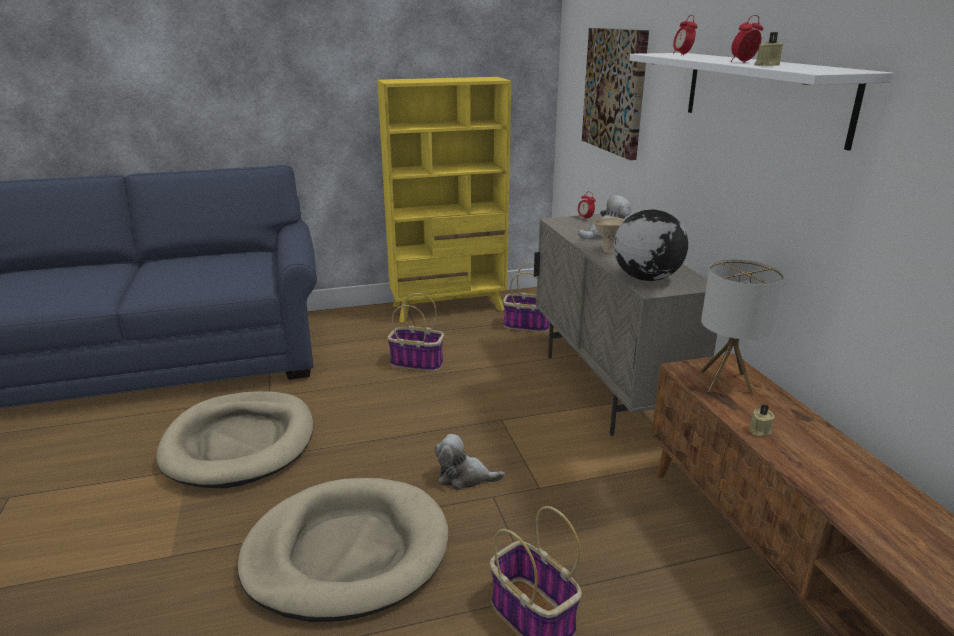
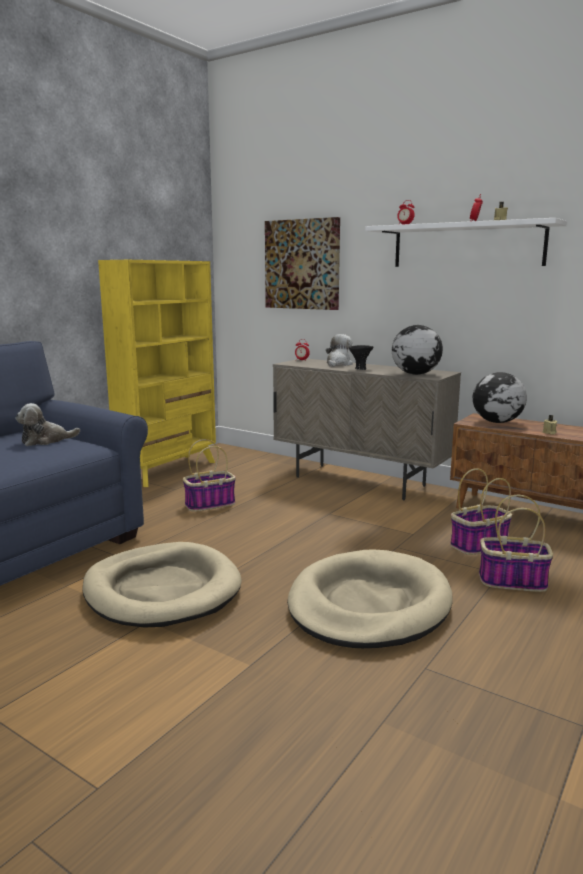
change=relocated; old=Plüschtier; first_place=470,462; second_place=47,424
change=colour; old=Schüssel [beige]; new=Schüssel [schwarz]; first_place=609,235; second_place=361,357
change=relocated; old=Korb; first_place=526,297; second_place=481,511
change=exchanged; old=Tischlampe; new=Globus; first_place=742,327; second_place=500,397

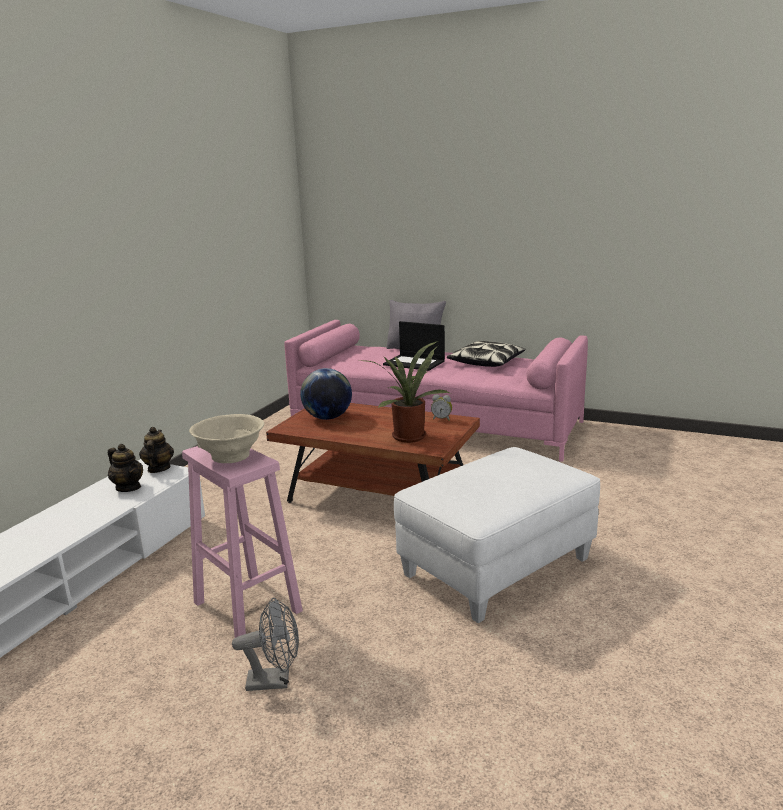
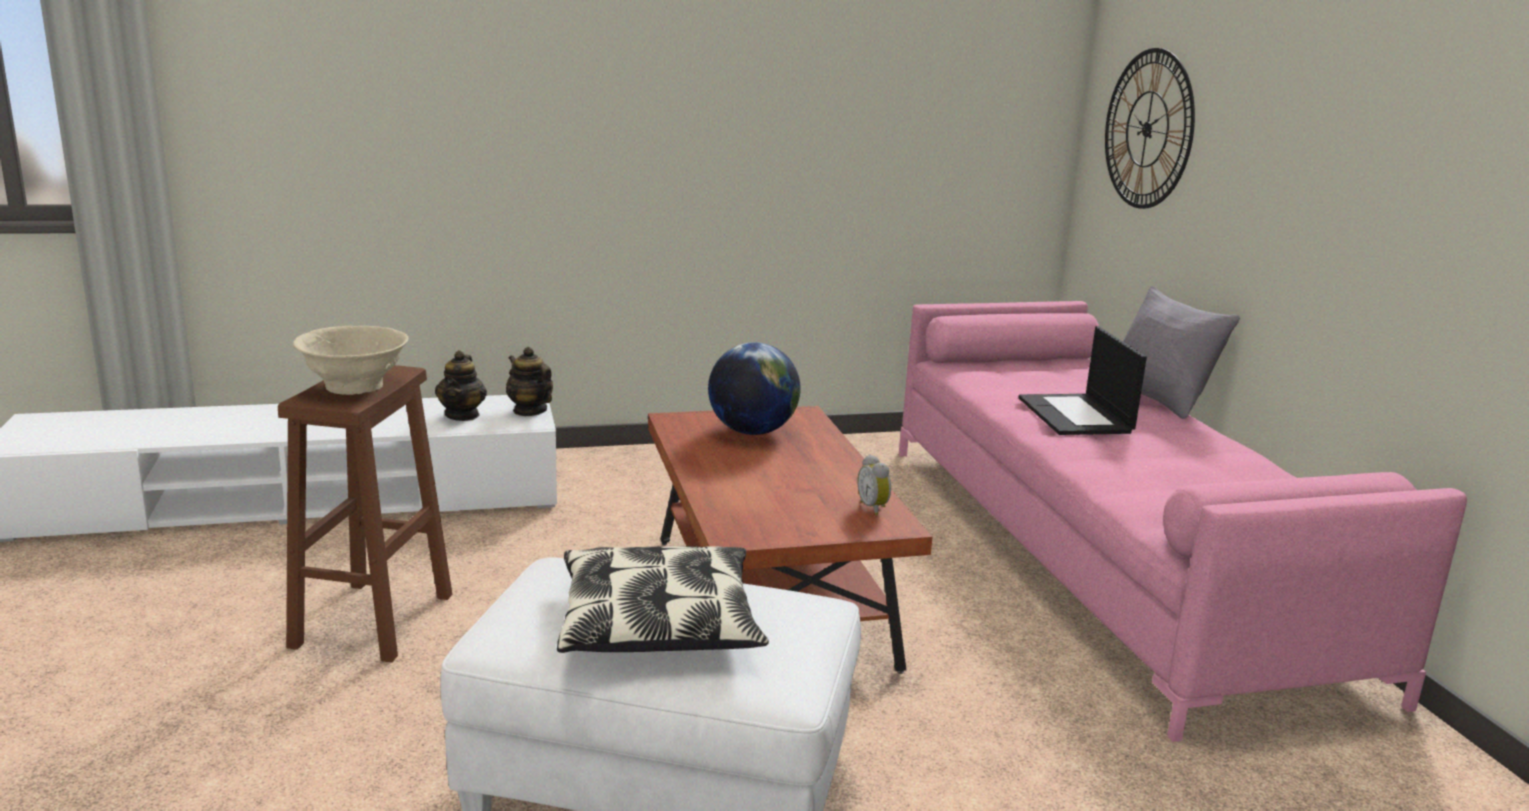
change=colour; old=Hocker [rosa]; new=Hocker [braun]; first_place=242,542; second_place=365,514
change=spun; old=Teekanne; first_place=156,450; second_place=529,381; degrees=-90
change=relocated; old=Kissen; first_place=486,354; second_place=663,599
change=appeared; new=Wanduhr; second_place=1150,128
change=missing; old=Ventilator [grau]; first_place=265,644
change=missing; old=Topfpflanze; first_place=406,392

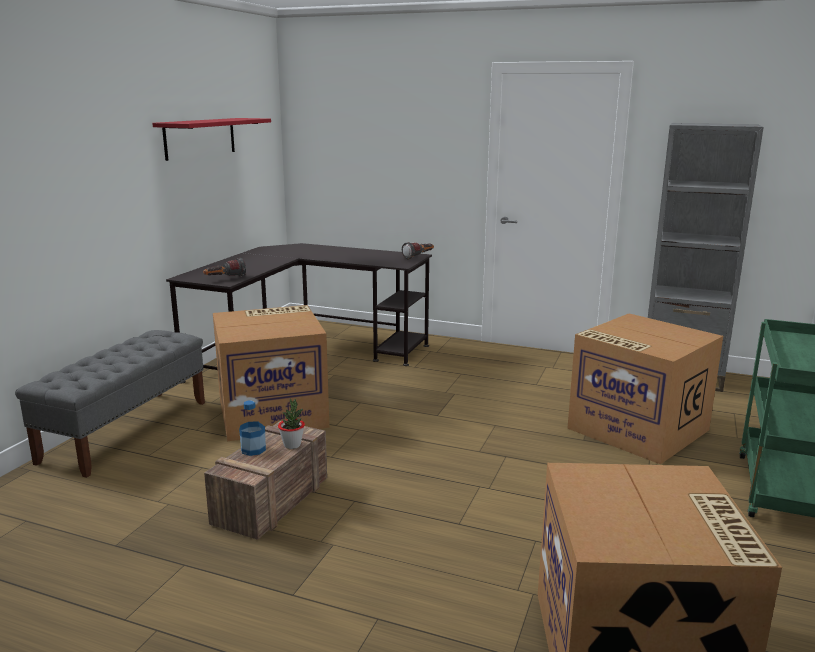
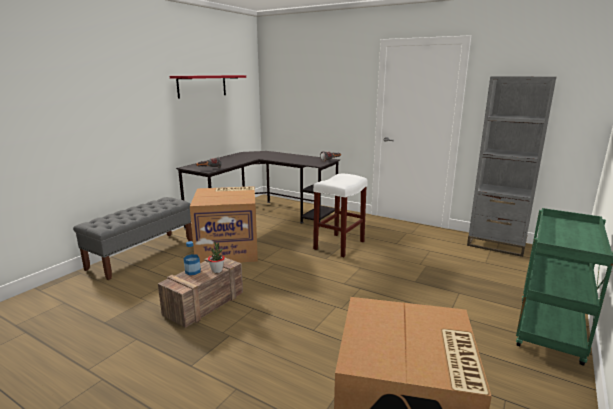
change=appeared; new=Hocker [weiß]; second_place=340,215
change=missing; old=Karton; first_place=645,389

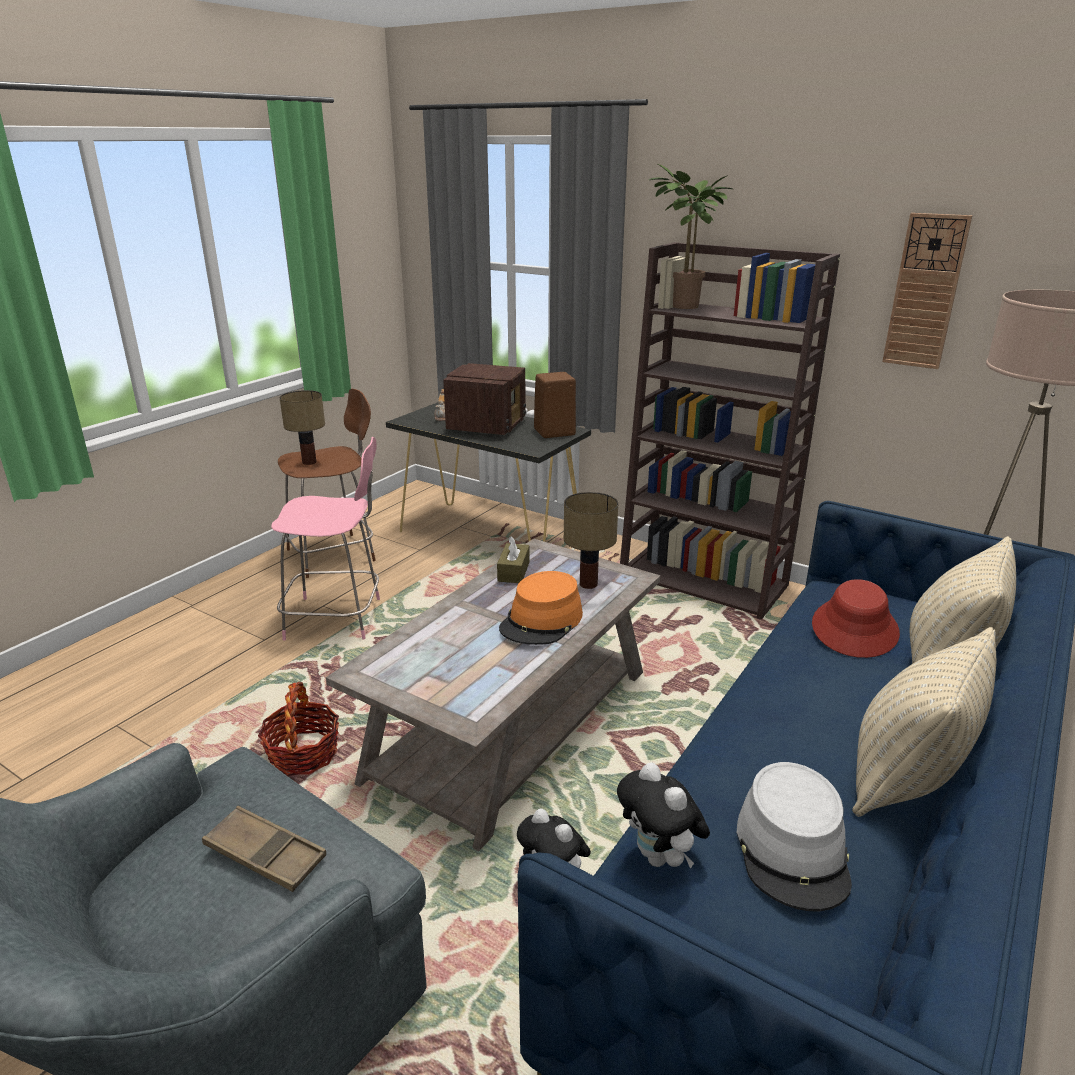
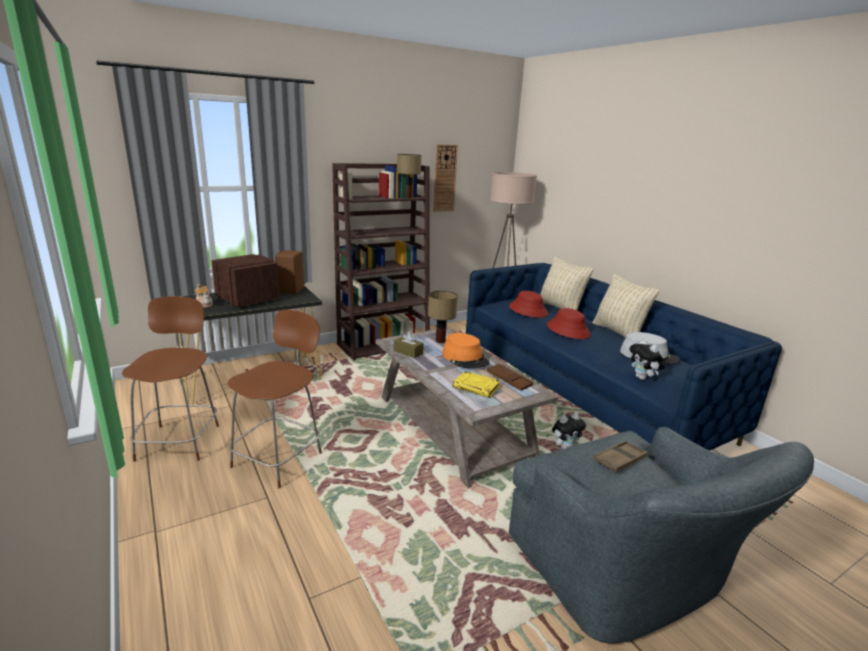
change=colour; old=Hocker [rosa]; new=Hocker [braun]; first_place=325,538; second_place=274,399
change=relocated; old=Tischlampe; first_place=302,427; second_place=409,176
change=appeared; new=Buch [gelb]; second_place=476,384
change=appeared; new=Tablett [braun]; second_place=509,377
change=appeared; new=Hut [rot]; second_place=569,323
change=spun; old=Plüschtier; first_place=663,815; second_place=647,359; degrees=75
change=missing; old=Korb; first_place=298,729
change=missing; old=Topfpflanze; first_place=690,236

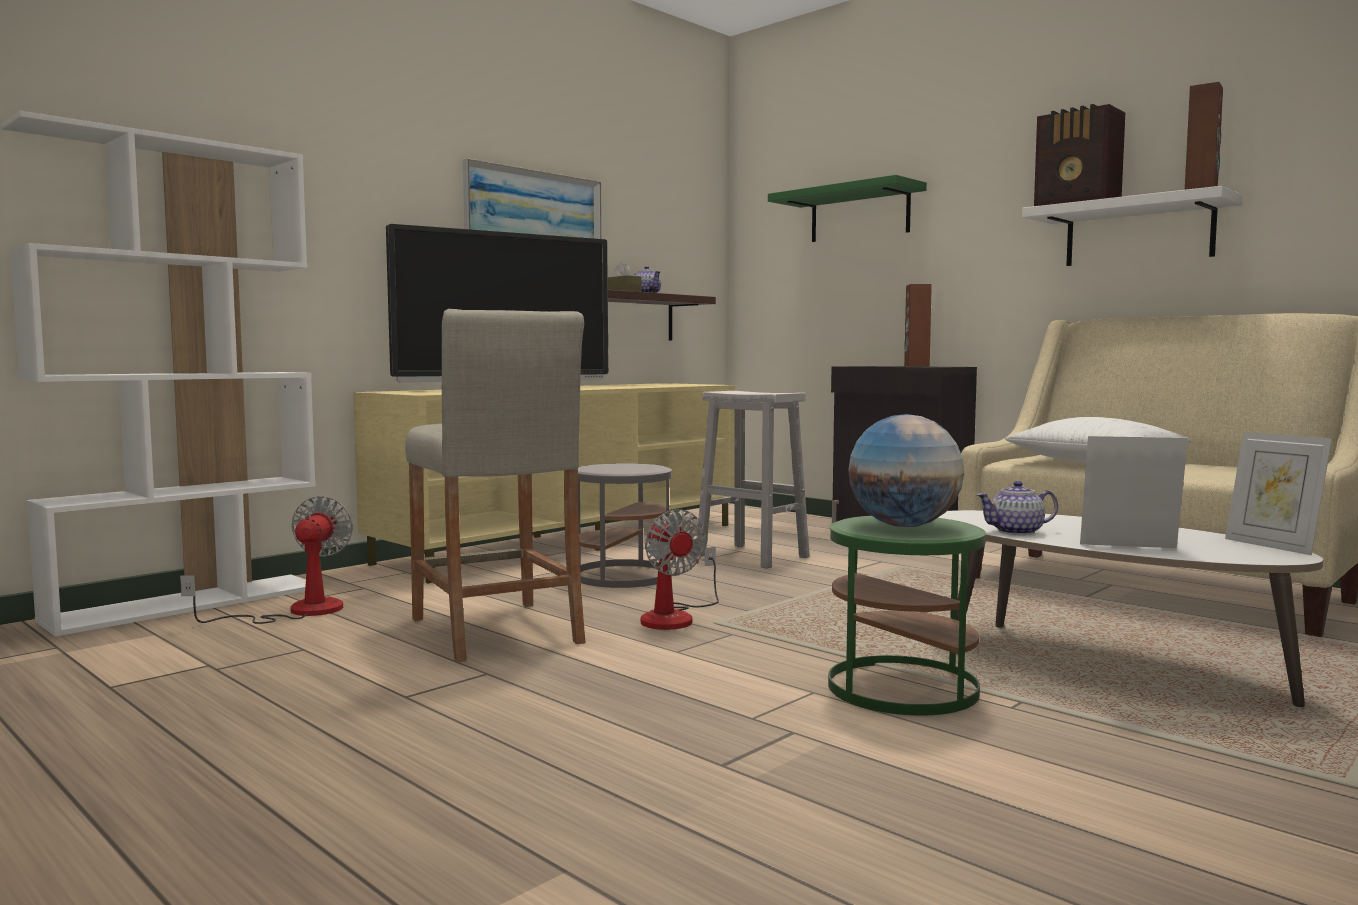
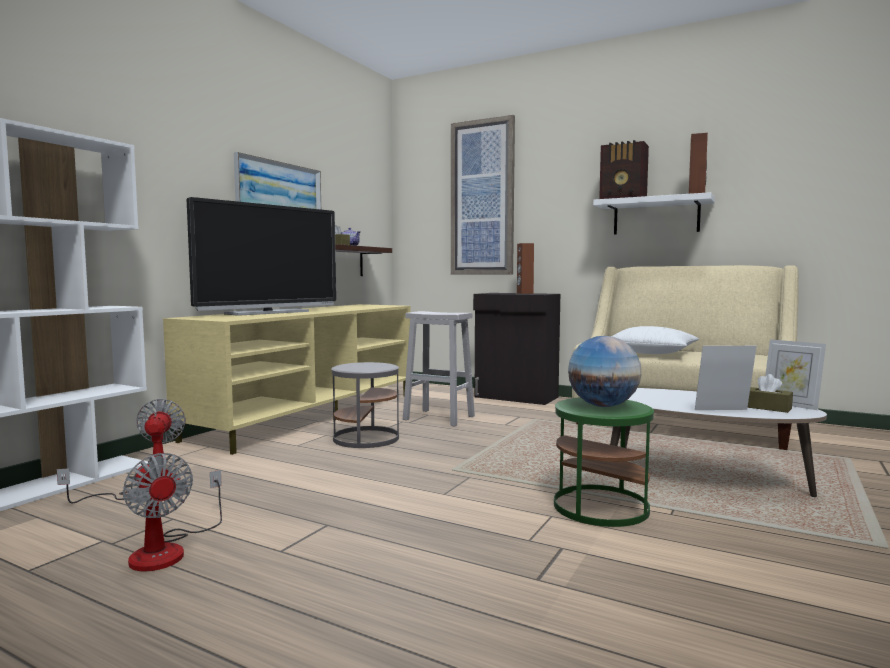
change=relocated; old=Ventilator; first_place=679,569; second_place=172,512
change=exchanged; old=Wandregal [grün]; new=Bild; first_place=847,208; second_place=483,194
change=appeared; new=Taschentuchbox [braun]; second_place=770,393
change=missing; old=Hocker [beige]; first_place=495,486
change=missing; old=Teekanne; first_place=1017,508

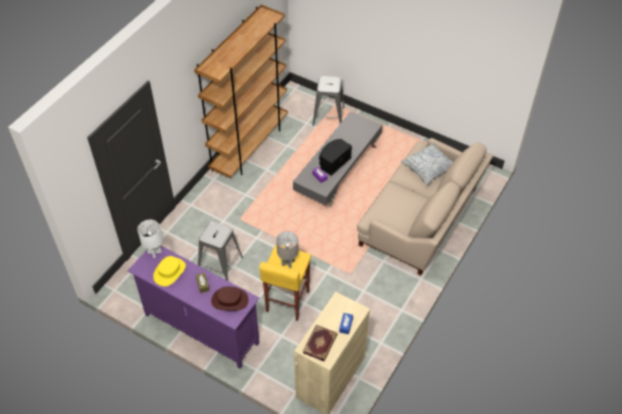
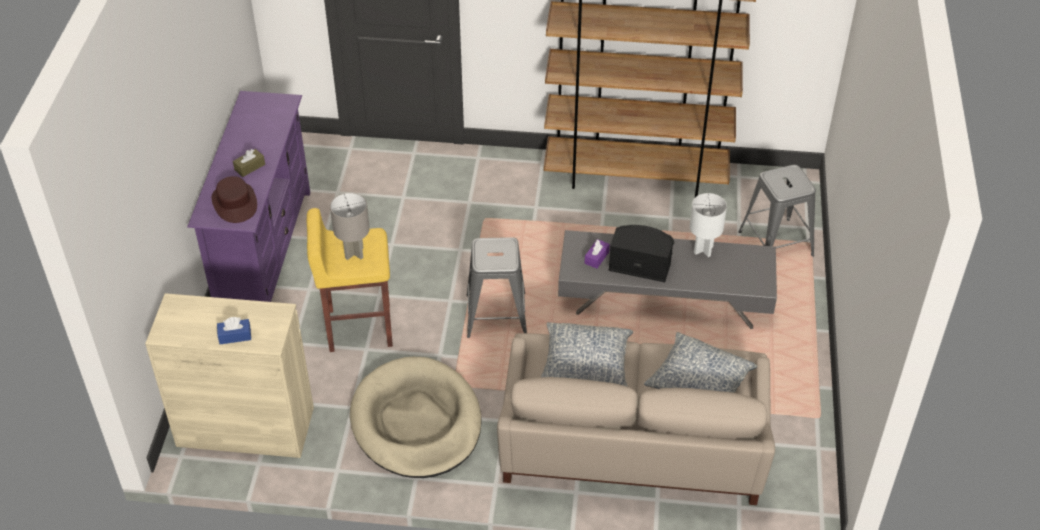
change=appeared; new=Hundebett [beige]; second_place=416,417
change=relocated; old=Hocker [grau]; first_place=220,251; second_place=497,287
change=appeared; new=Kissen; second_place=587,354
change=relocated; old=Tischlampe [weiß]; first_place=150,239; second_place=708,225
change=missing; old=Hut [gelb]; first_place=169,271
change=missing; old=Buch; first_place=320,343

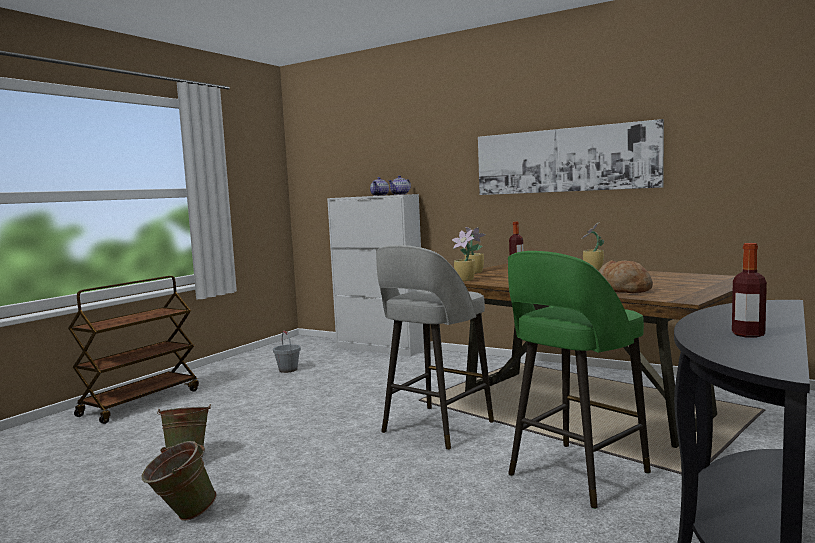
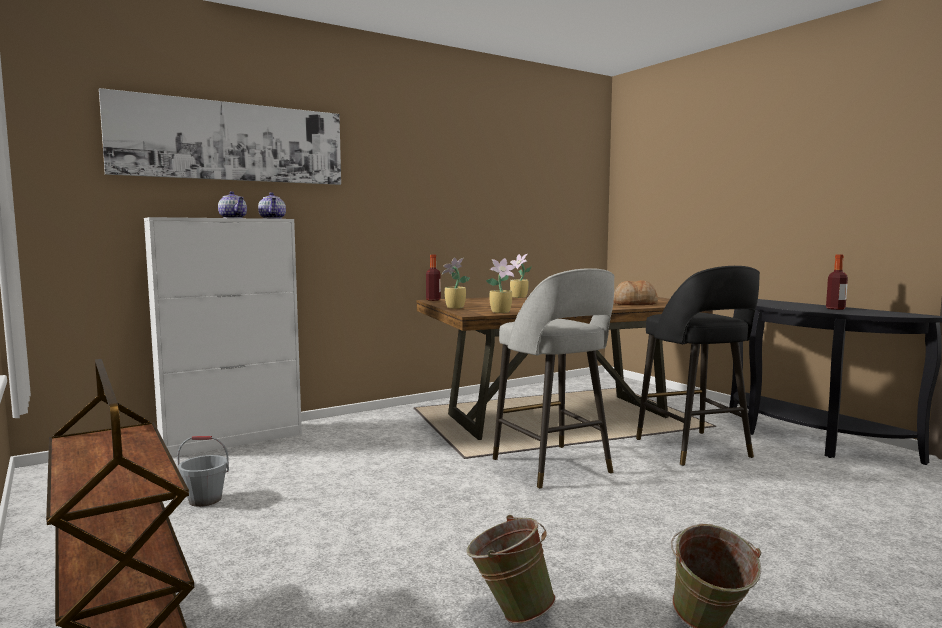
change=relocated; old=Bild; first_place=571,157; second_place=220,136
change=colour; old=Hocker [grün]; new=Hocker [schwarz]; first_place=579,380; second_place=698,366

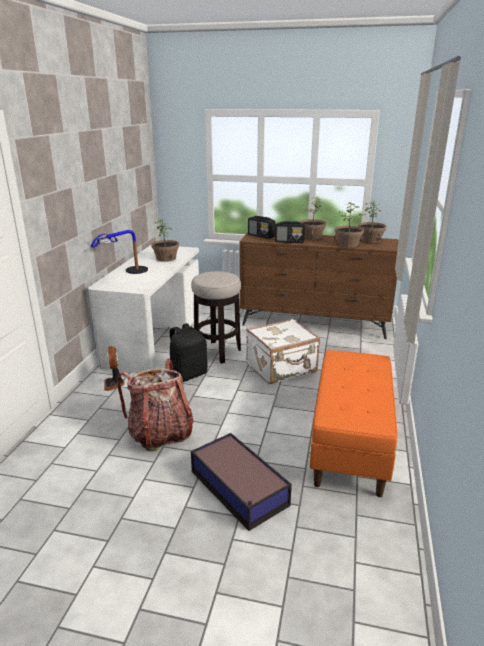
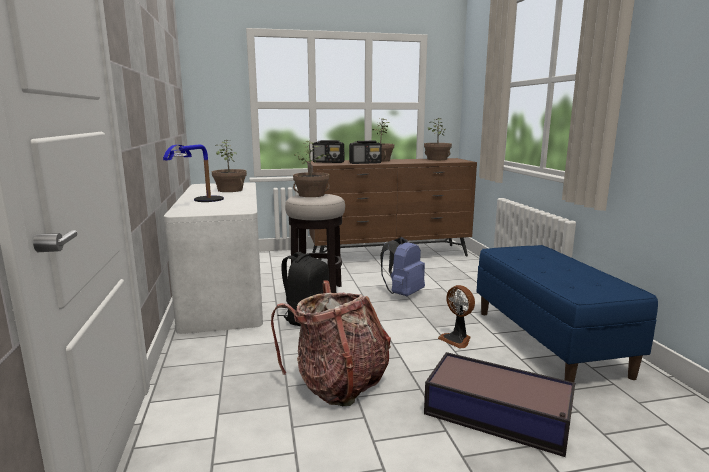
change=relocated; old=Topfpflanze; first_place=349,225; second_place=311,169
change=exchanged; old=Koffer [weiß]; new=Rucksack [blau]; first_place=283,351; second_place=402,266
change=relocated; old=Ventilator; first_place=114,368; second_place=456,316
change=colour; old=Bank [orange]; new=Bank [blau]; first_place=353,423; second_place=567,313

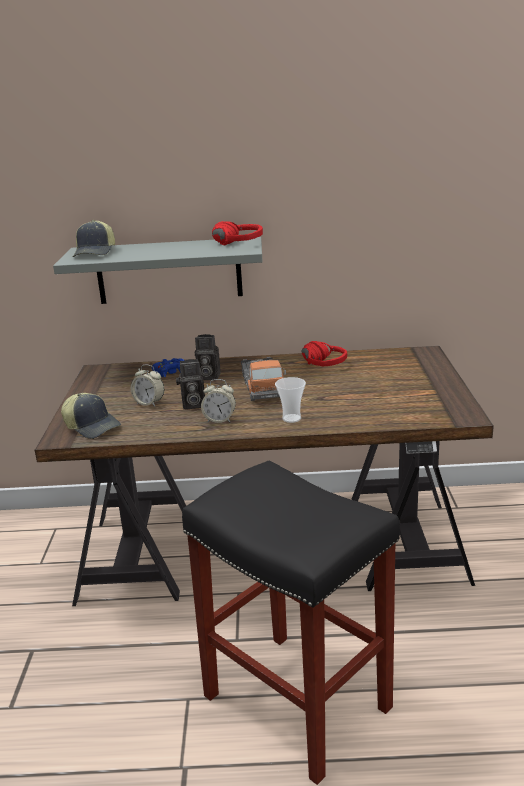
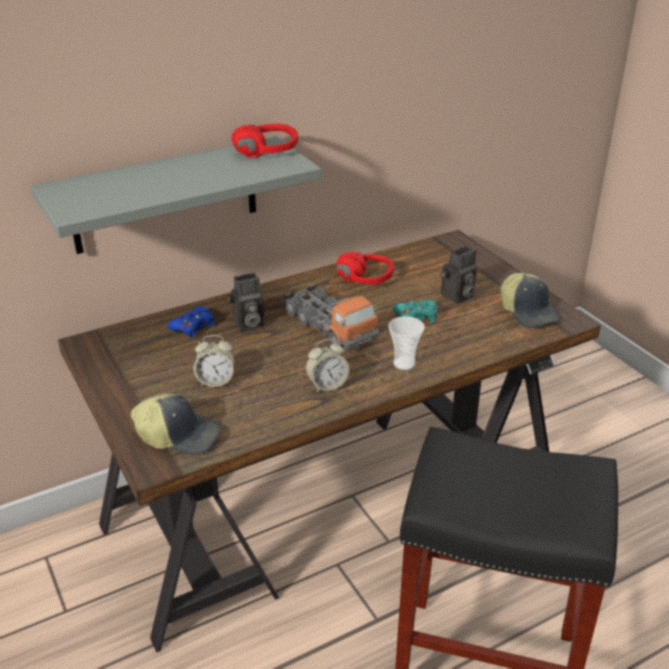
change=appeared; new=Gamepad [türkis]; second_place=415,311
change=relocated; old=Kamera; first_place=190,384; second_place=459,275
change=relocated; old=Kappe; first_place=94,238; second_place=530,300

